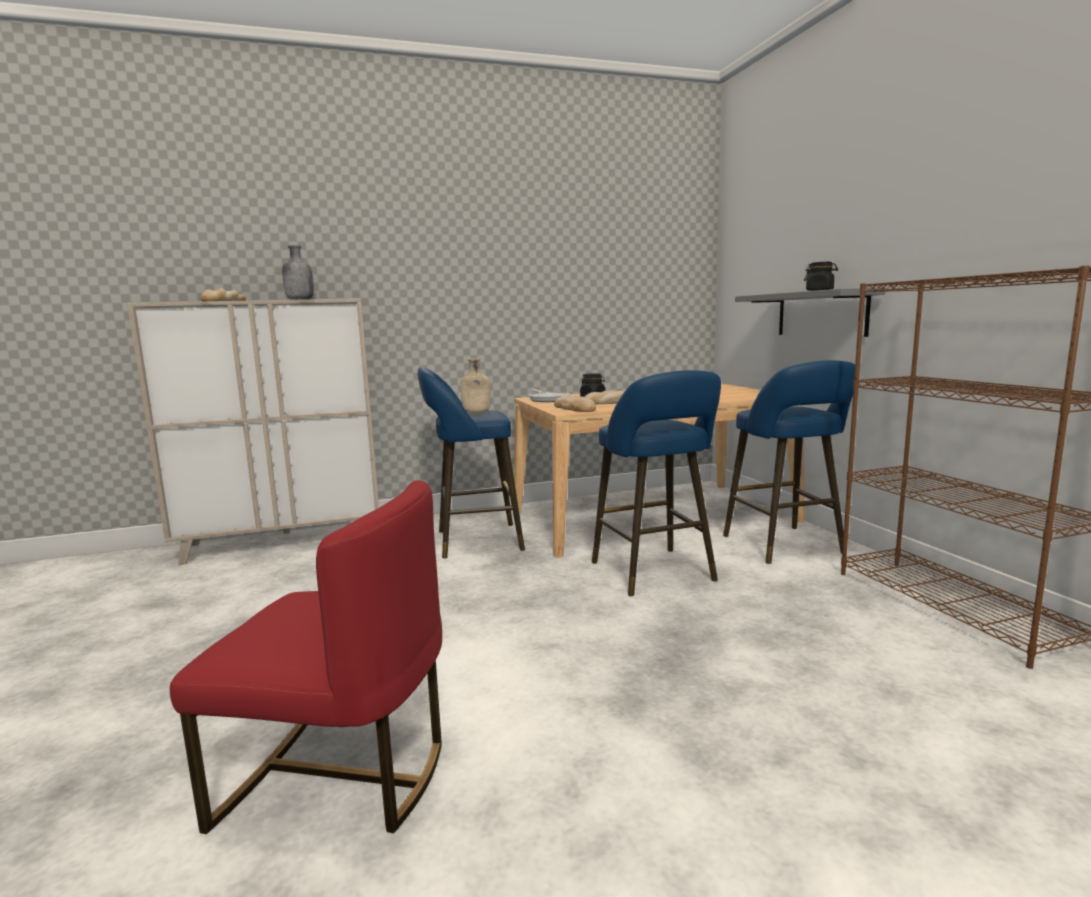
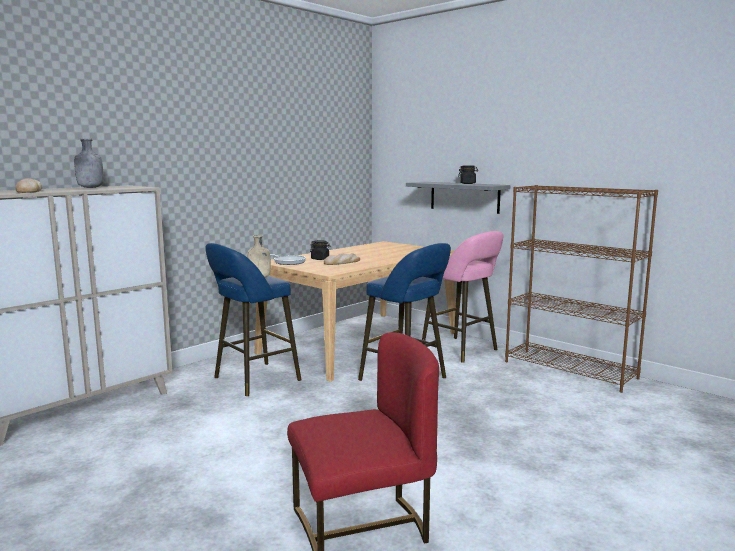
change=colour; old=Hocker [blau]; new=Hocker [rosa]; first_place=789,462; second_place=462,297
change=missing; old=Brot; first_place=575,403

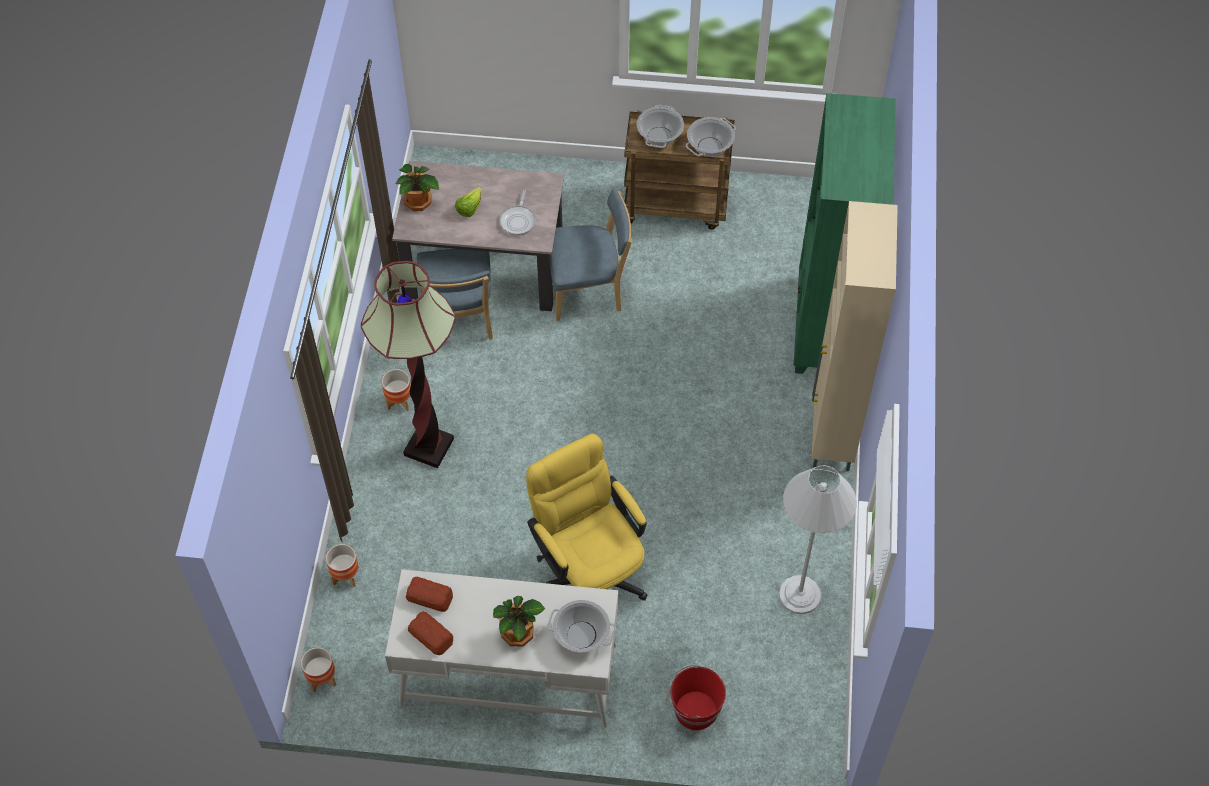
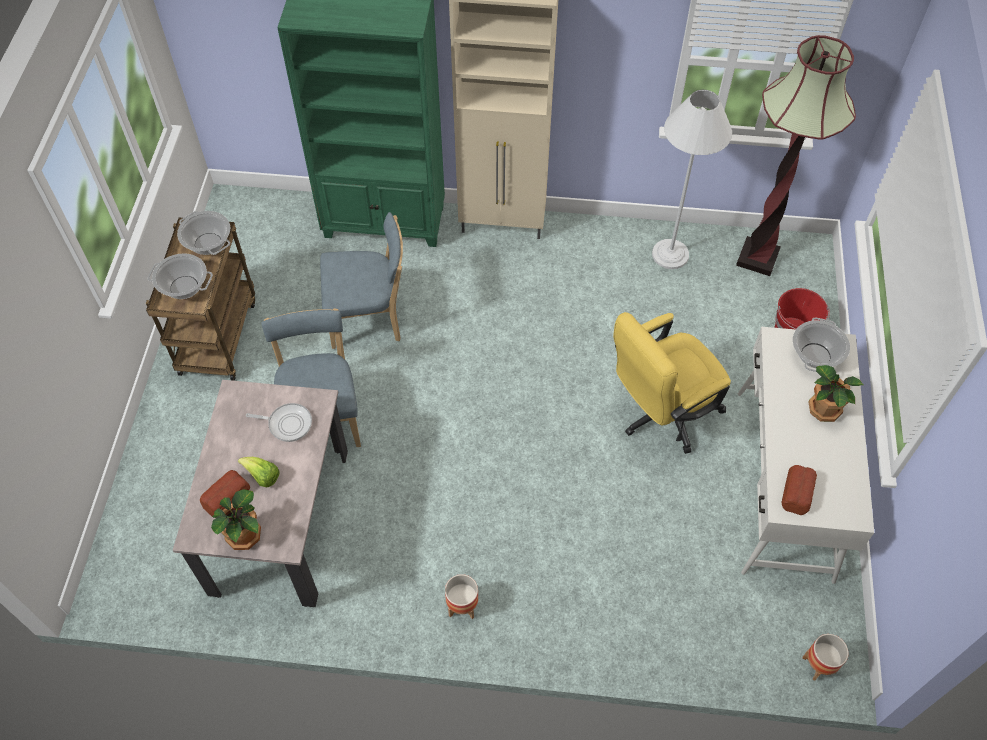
change=relocated; old=Brot; first_place=430,633; second_place=225,493
change=relocated; old=Stuhl [blau]; first_place=455,294; second_place=361,280
change=relocated; old=Stehlampe; first_place=408,364; second_place=796,155
change=missing; old=Pflanzkübel; first_place=342,565

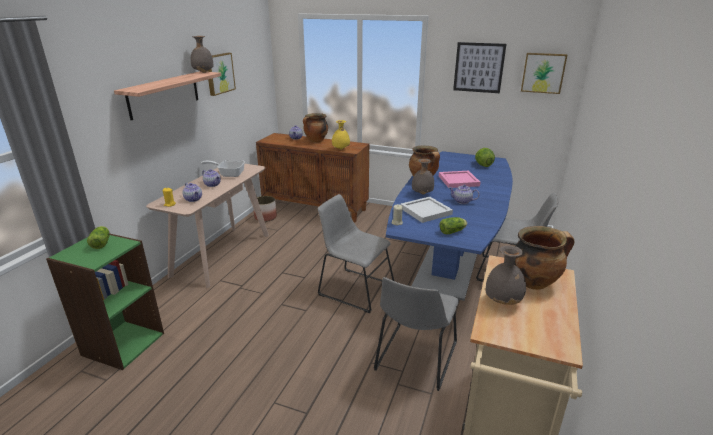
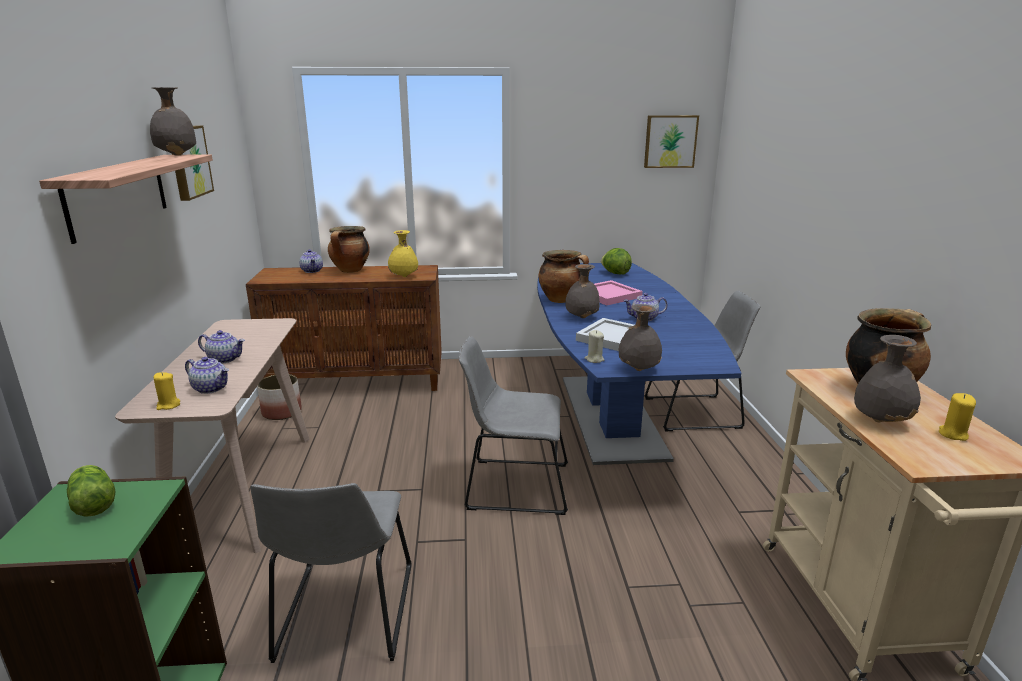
change=relocated; old=Stuhl [grau]; first_place=416,334; second_place=330,573
change=appeared; new=Vase [grau]; second_place=640,337
change=appeared; new=Kerze [gelb]; second_place=957,417
change=missing; old=Pfanne; first_place=223,168
change=missing; old=Salatkopf; first_place=453,225
change=missing; old=Bild; first_place=479,67

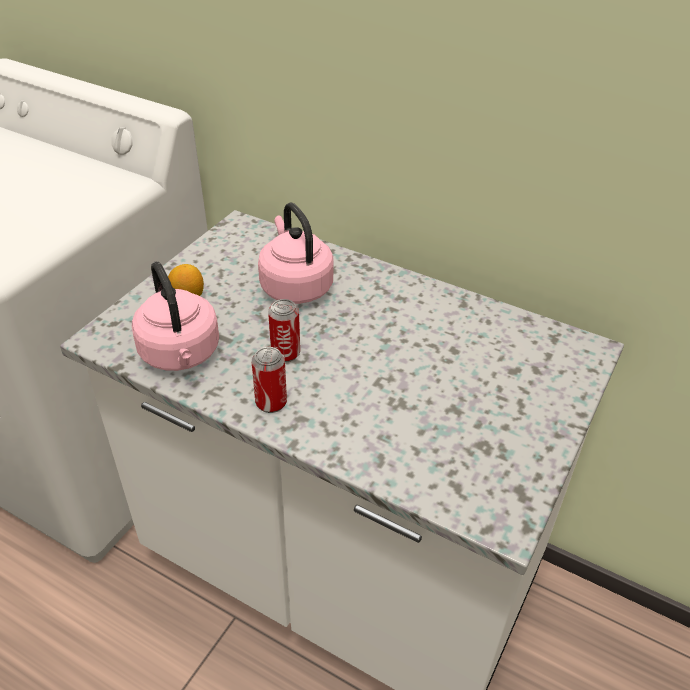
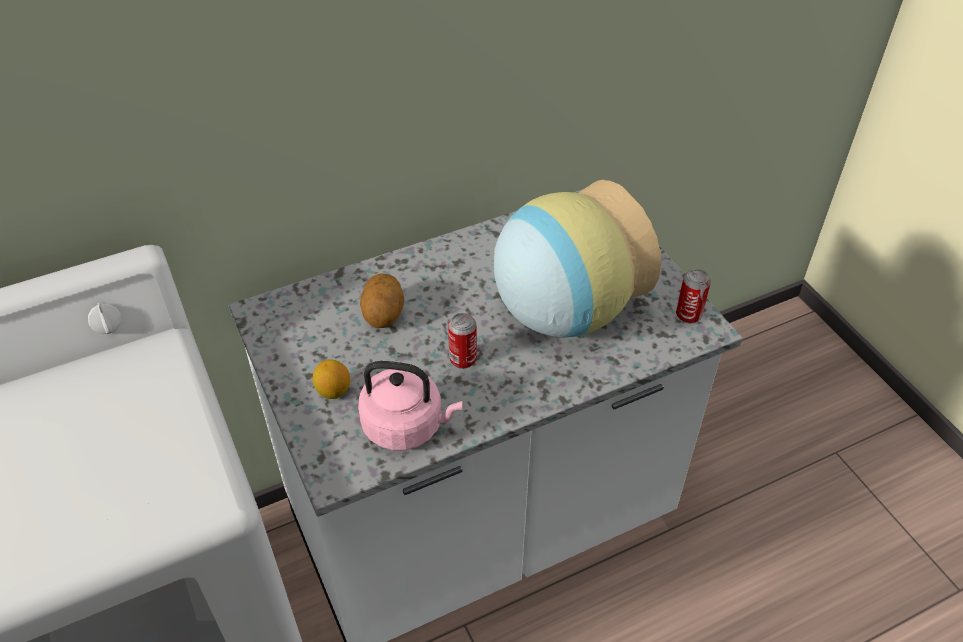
change=exchanged; old=Wasserkessel [rosa]; new=Kartoffel; first_place=296,253; second_place=382,301
change=appeared; new=Vase; second_place=577,258
change=relocated; old=Dose; first_place=269,380; second_place=693,296

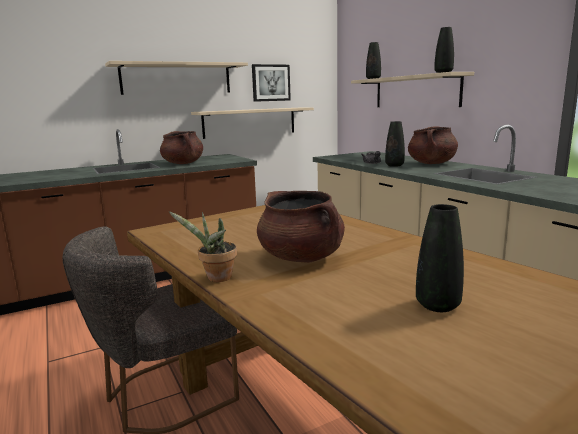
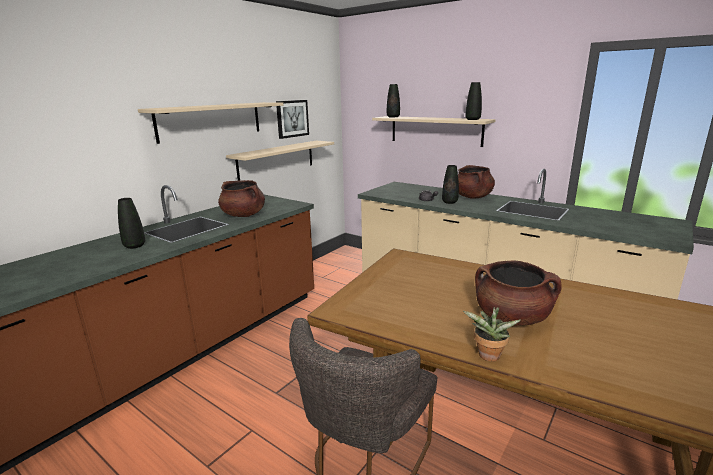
change=relocated; old=Vase [schwarz]; first_place=440,258; second_place=131,223

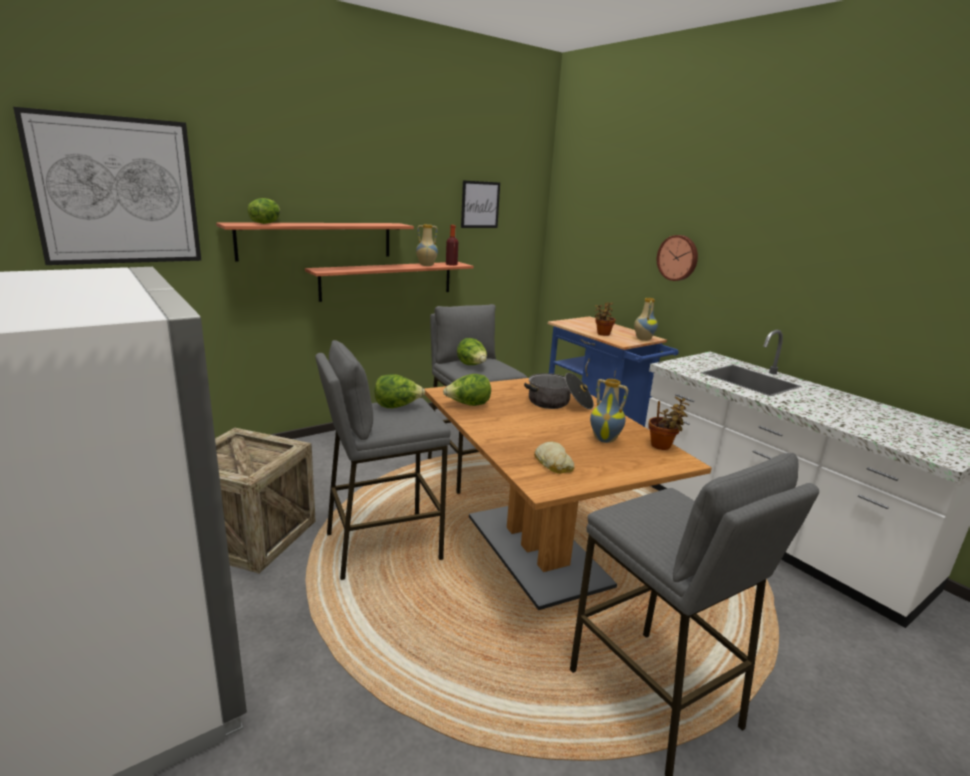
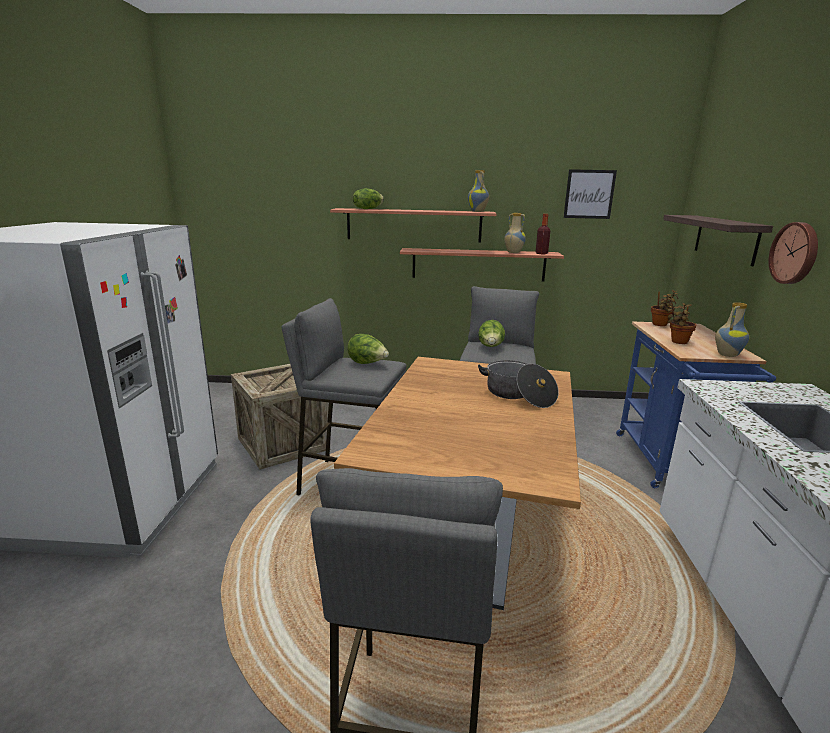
change=relocated; old=Vase; first_place=609,411; second_place=478,191
change=relocated; old=Topfpflanze; first_place=669,423; second_place=664,308
change=appeared; new=Wandregal; second_place=718,241
change=missing; old=Bild; first_place=107,186
change=missing; old=Salatkopf; first_place=467,390
change=missing; old=Brot; first_place=554,457

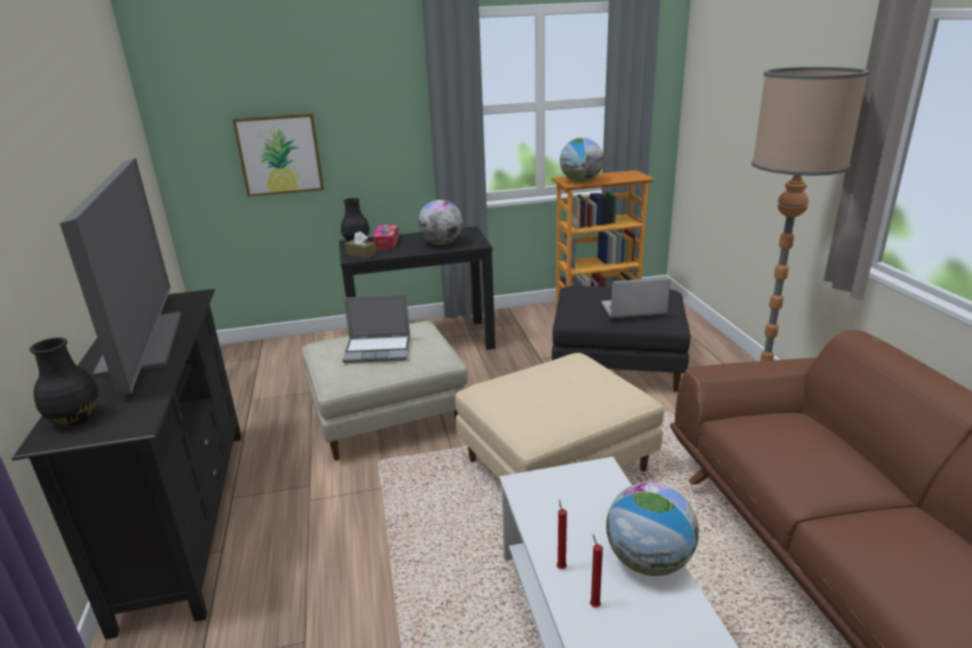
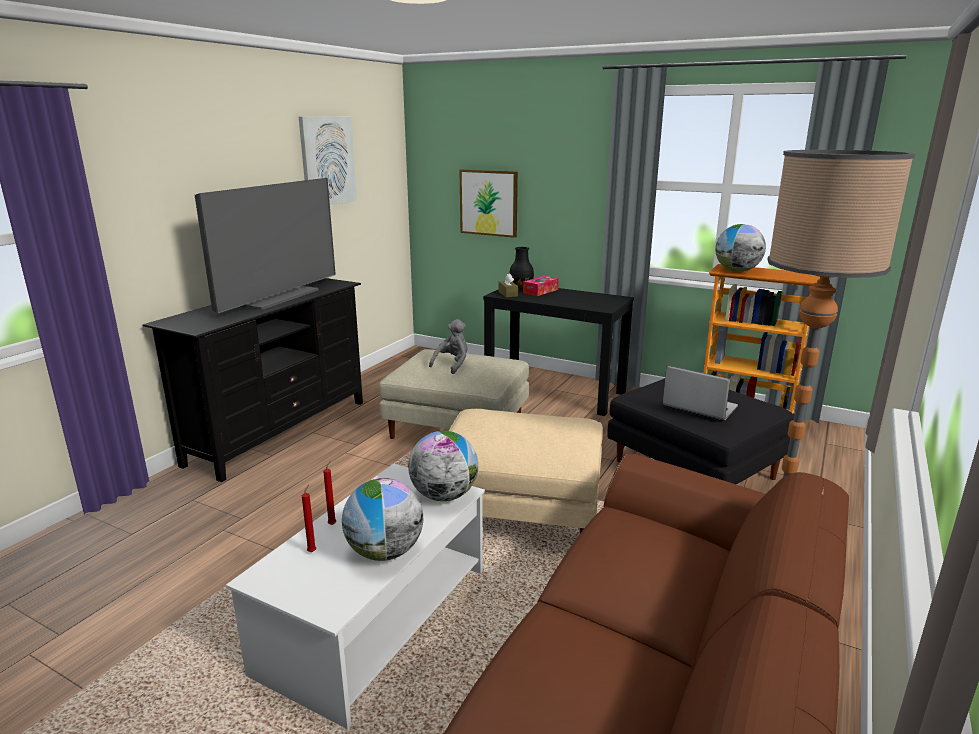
change=appeared; new=Bild; second_place=328,161
change=relocated; old=Globus; first_place=440,222; second_place=443,466
change=exchanged; old=Laptop; new=Plüschtier [grau]; first_place=376,329; second_place=448,346
change=missing; old=Vase [schwarz]; first_place=64,382

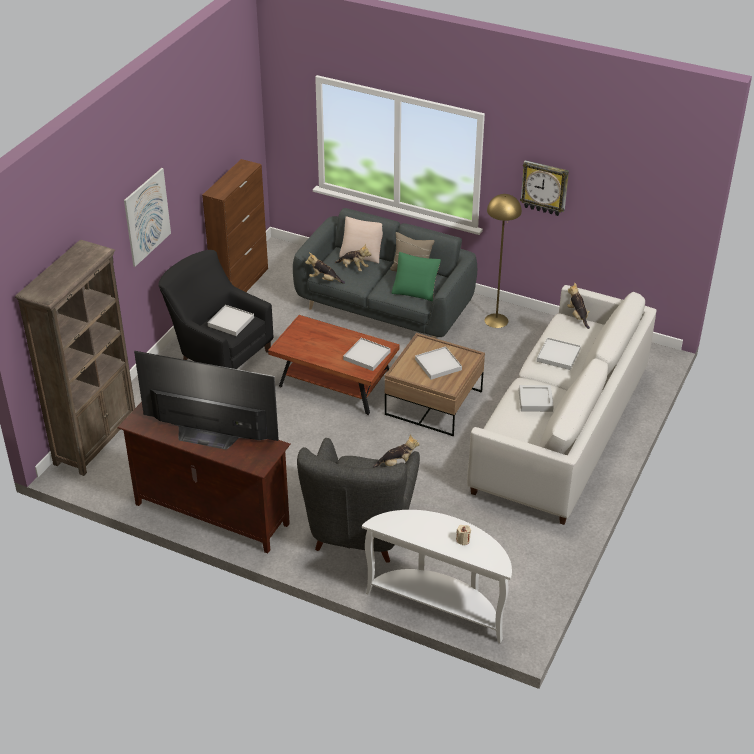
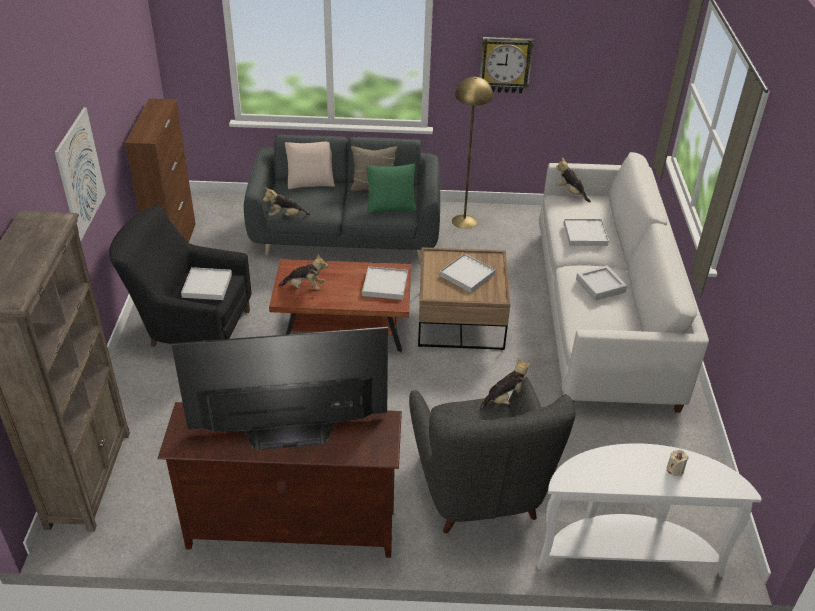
change=relocated; old=Plüschtier; first_place=353,257; second_place=303,272

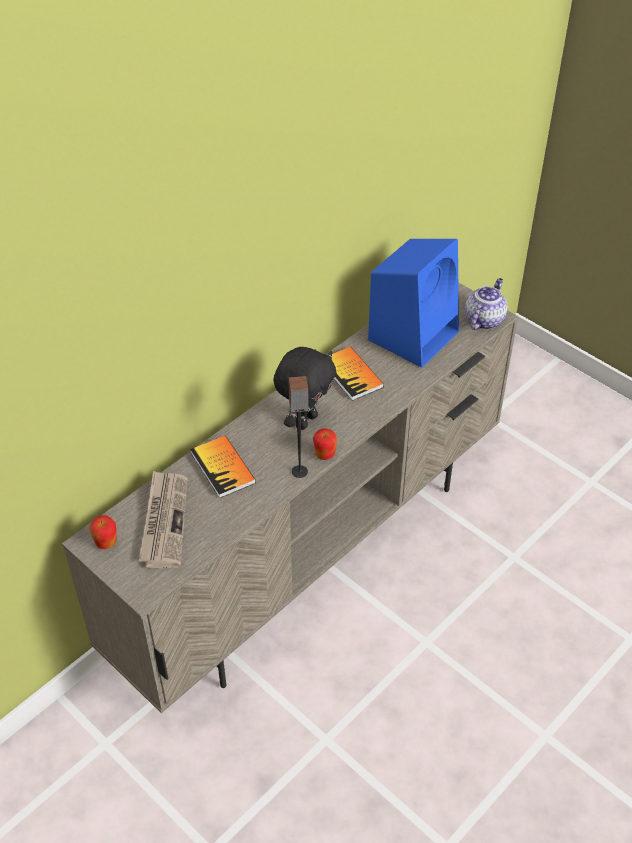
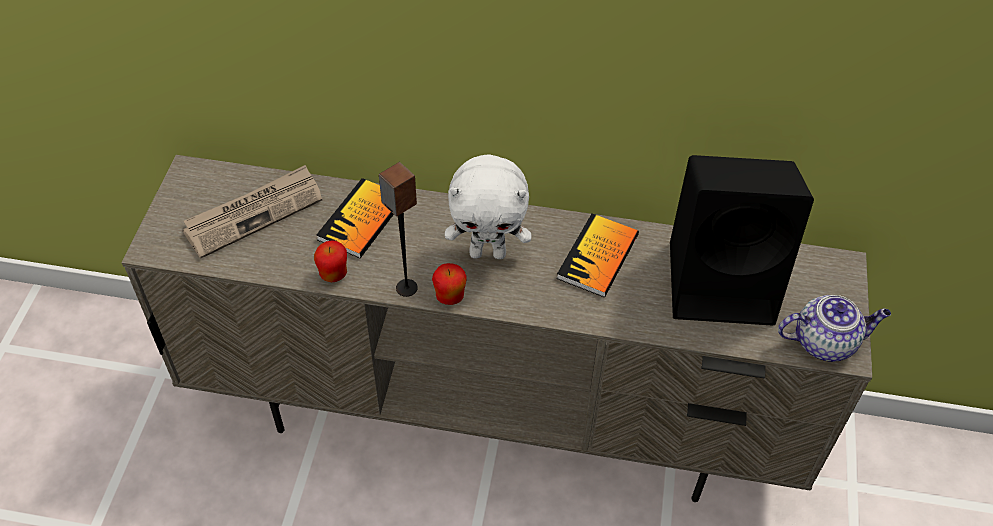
change=relocated; old=Apfel; first_place=103,532; second_place=330,261
change=colour; old=Plüschtier [schwarz]; new=Plüschtier [weiß]; first_place=305,388; second_place=488,206
change=colour; old=Lautsprecher [blau]; new=Lautsprecher [schwarz]; first_place=413,303; second_place=742,240

